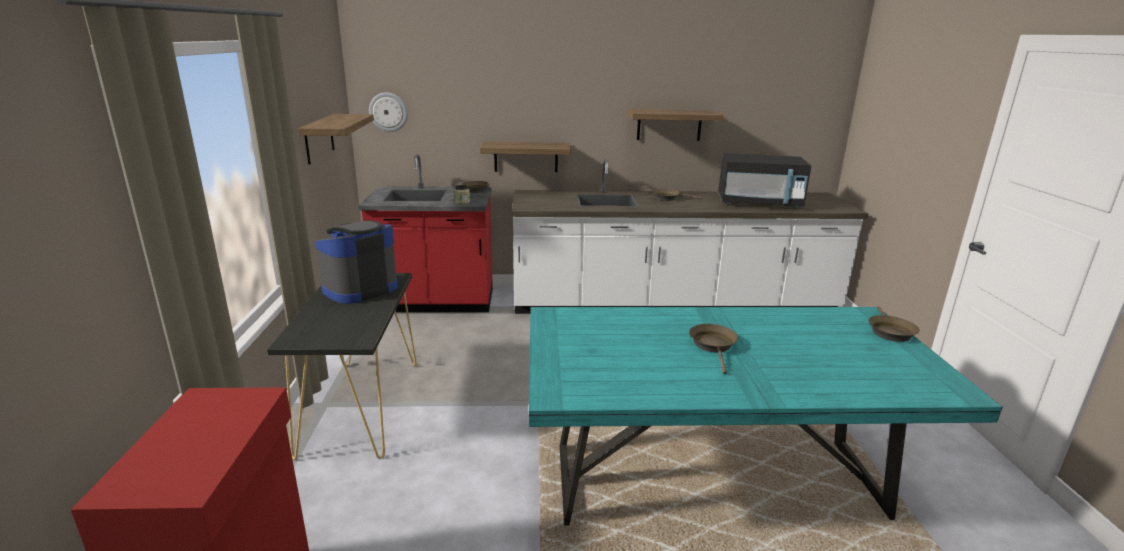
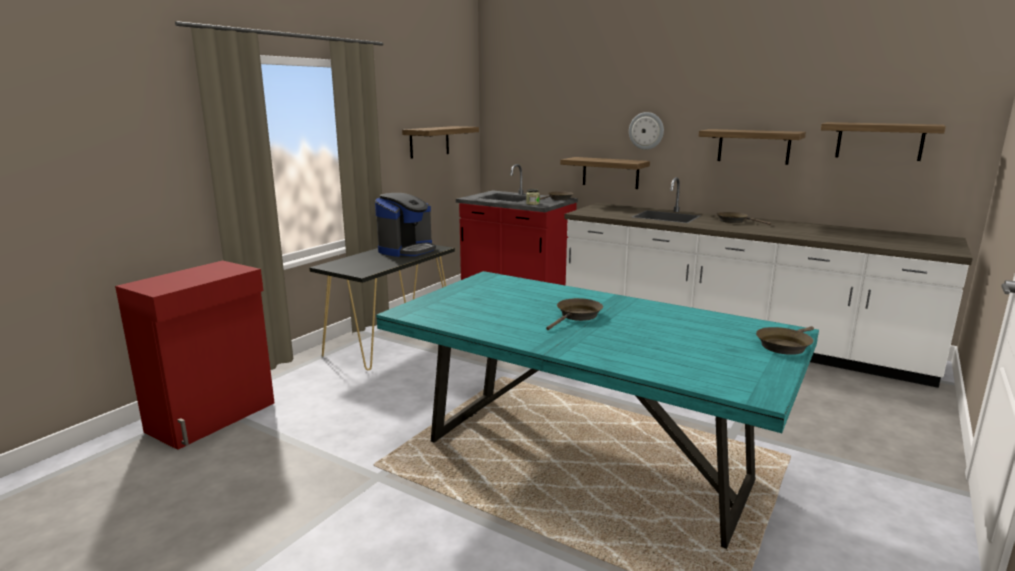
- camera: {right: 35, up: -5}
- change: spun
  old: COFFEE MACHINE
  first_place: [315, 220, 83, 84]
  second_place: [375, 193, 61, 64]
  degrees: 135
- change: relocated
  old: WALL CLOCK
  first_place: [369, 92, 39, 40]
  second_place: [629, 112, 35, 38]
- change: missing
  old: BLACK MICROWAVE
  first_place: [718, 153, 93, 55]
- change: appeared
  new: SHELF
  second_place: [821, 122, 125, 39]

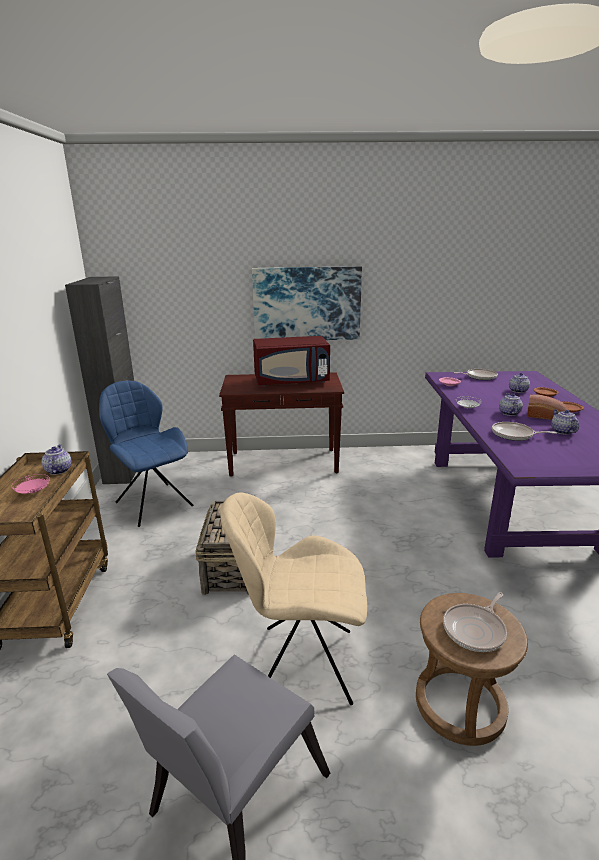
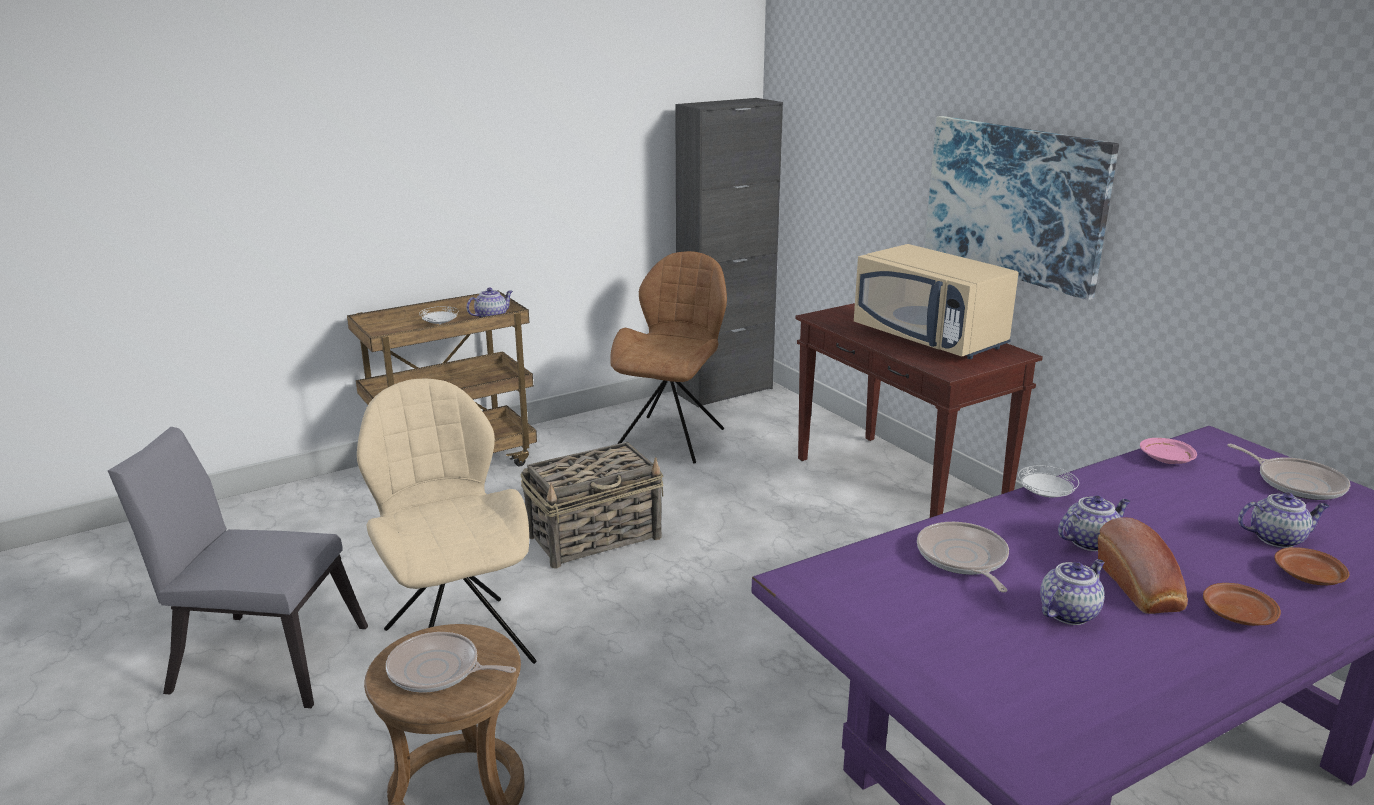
- camera: {right: 60, up: 0}
- change: colour
  old: PINK PLATE
  new: WHITE PLATE
  first_place: [11, 474, 39, 20]
  second_place: [419, 306, 40, 19]
- change: colour
  old: BLUE CHAIR
  new: BROWN CHAIR
  first_place: [99, 381, 94, 146]
  second_place: [610, 251, 117, 212]
- change: colour
  old: RED MICROWAVE
  new: BEIGE MICROWAVE
  first_place: [253, 336, 77, 50]
  second_place: [854, 244, 164, 115]

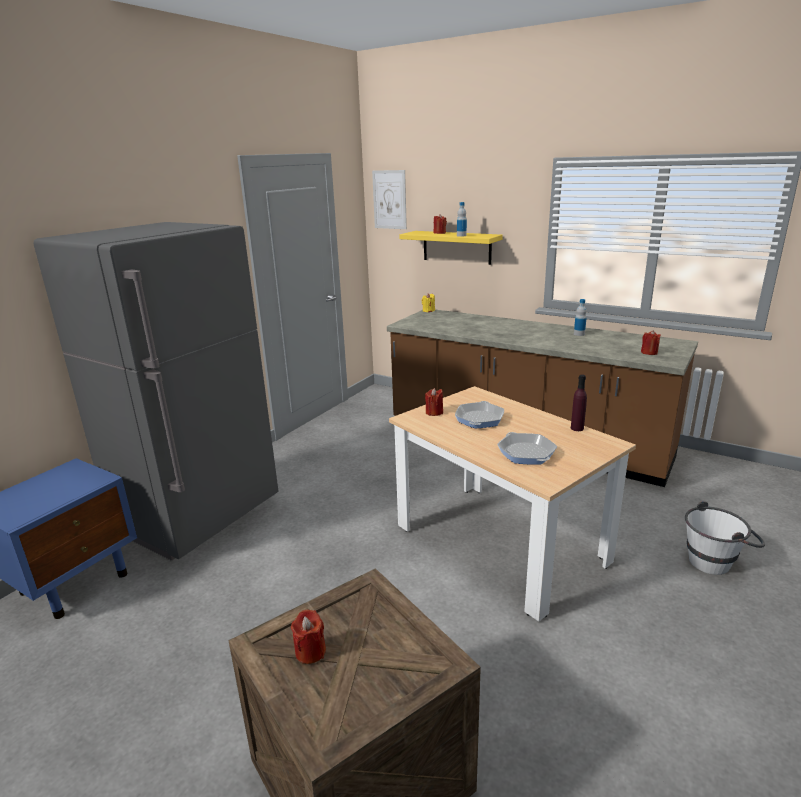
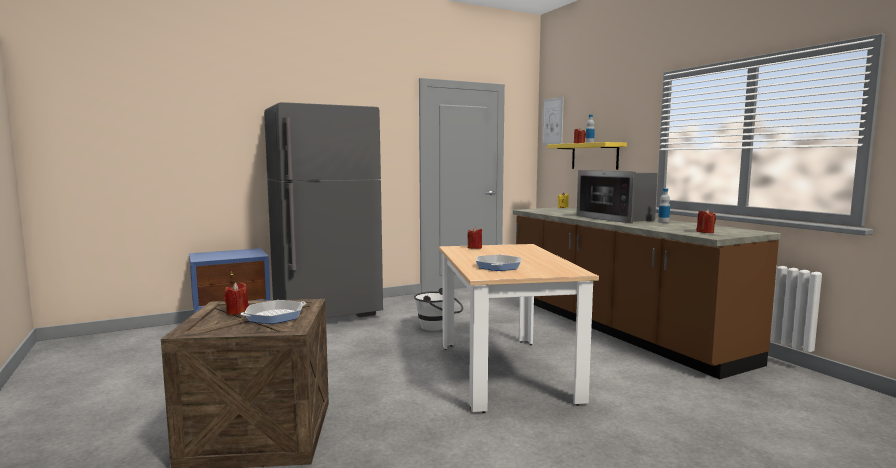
- camera: {right: 30, up: -15}
- change: relocated
  old: FRYING PAN
  first_place: [455, 401, 49, 27]
  second_place: [241, 300, 65, 24]
- change: missing
  old: PURPLE BOTTLE
  first_place: [571, 375, 16, 56]
- change: relocated
  old: WHITE BUCKET
  first_place: [685, 501, 80, 74]
  second_place: [414, 288, 49, 43]
- change: appeared
  new: MICROWAVE
  second_place: [577, 170, 81, 53]

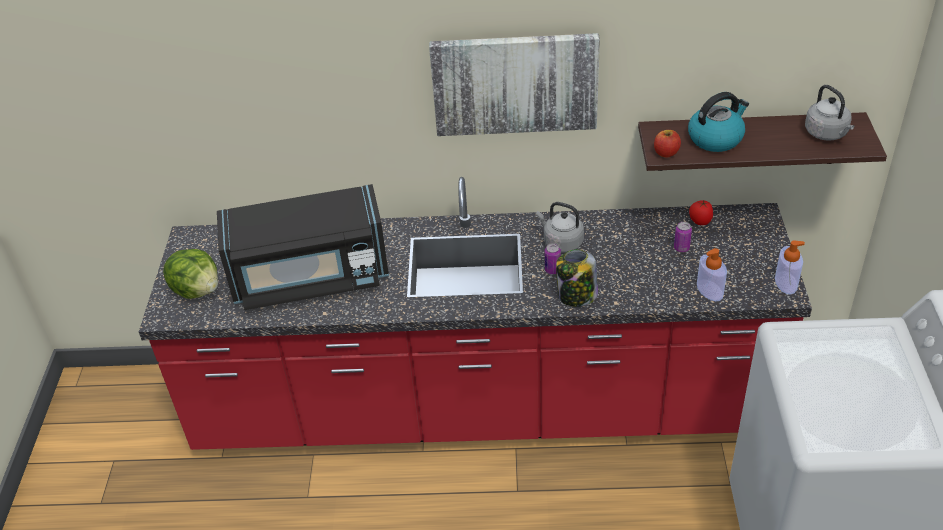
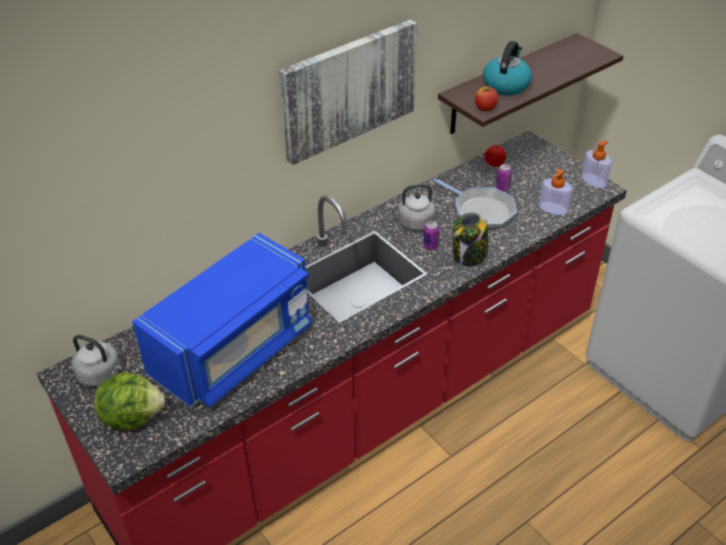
- camera: {right: -40, up: 0}
- change: colour
  old: BLACK MICROWAVE
  new: BLUE MICROWAVE
  first_place: [217, 184, 172, 126]
  second_place: [132, 233, 180, 175]
- change: relocated
  old: GREY KETTLE
  first_place: [805, 85, 49, 56]
  second_place: [72, 335, 51, 51]
- change: appeared
  new: FRYING PAN
  second_place: [433, 178, 84, 50]

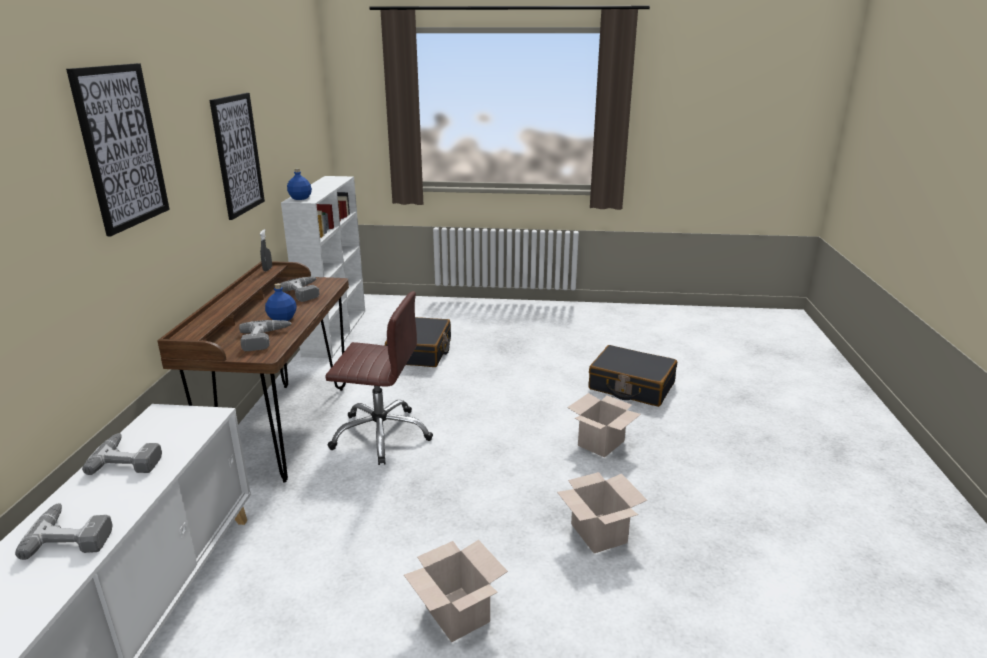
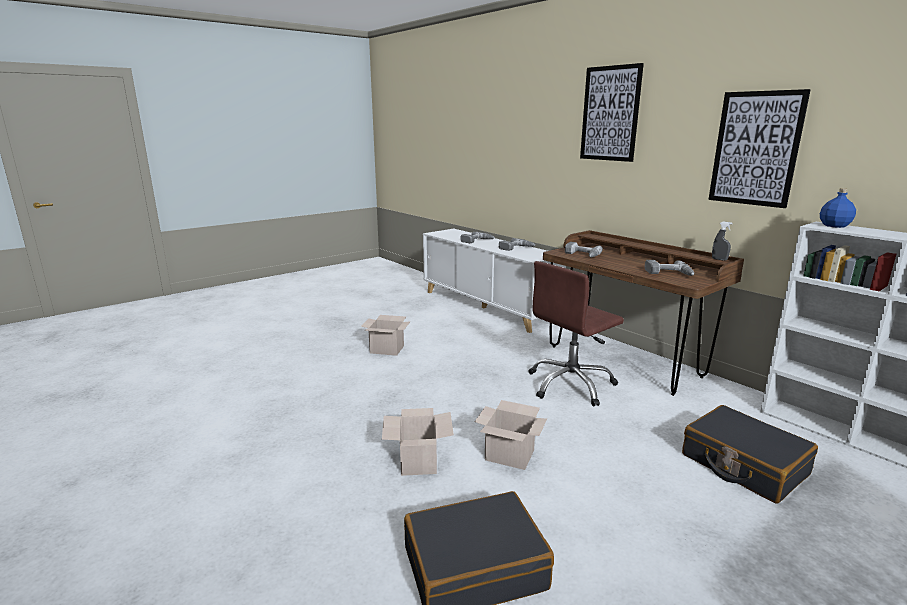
- camera: {right: 135, up: -5}
- change: missing
  old: BLUE BOTTLE
  first_place: [265, 283, 32, 38]
- change: relocated
  old: CARDBOARD BOX
  first_place: [557, 472, 90, 81]
  second_place: [475, 400, 72, 70]

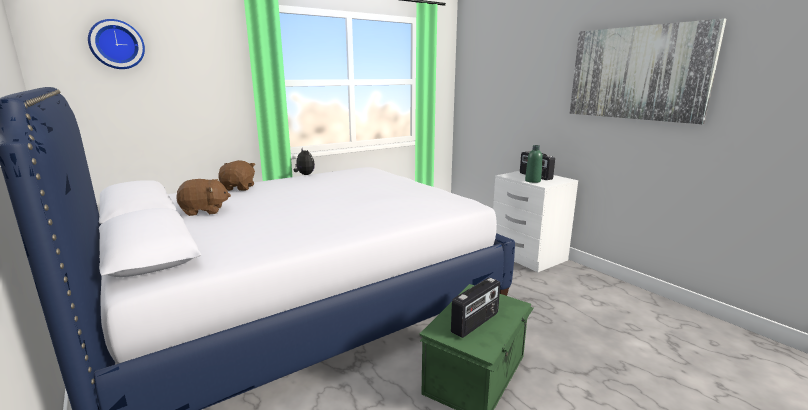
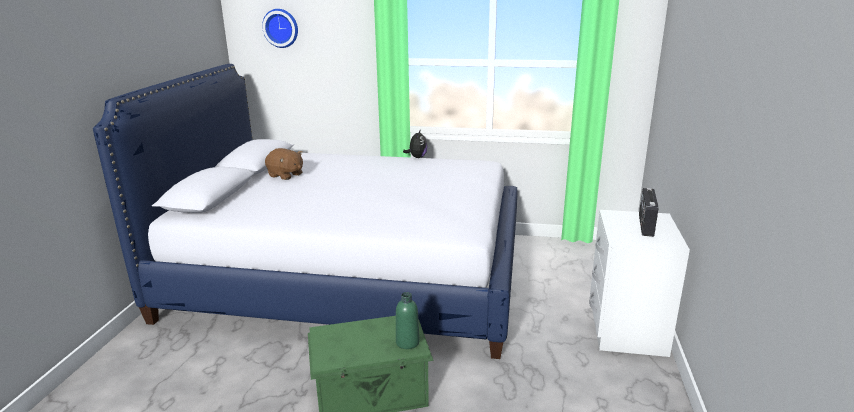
- camera: {right: 45, up: 5}
- change: missing
  old: BROWN PLUSH TOY
  first_place: [219, 160, 37, 31]
- change: missing
  old: RADIO
  first_place: [451, 277, 49, 61]
- change: relocated
  old: GREEN BOTTLE
  first_place: [525, 145, 18, 38]
  second_place: [396, 292, 24, 57]
- change: missing
  old: PICTURE
  first_place: [570, 18, 156, 106]

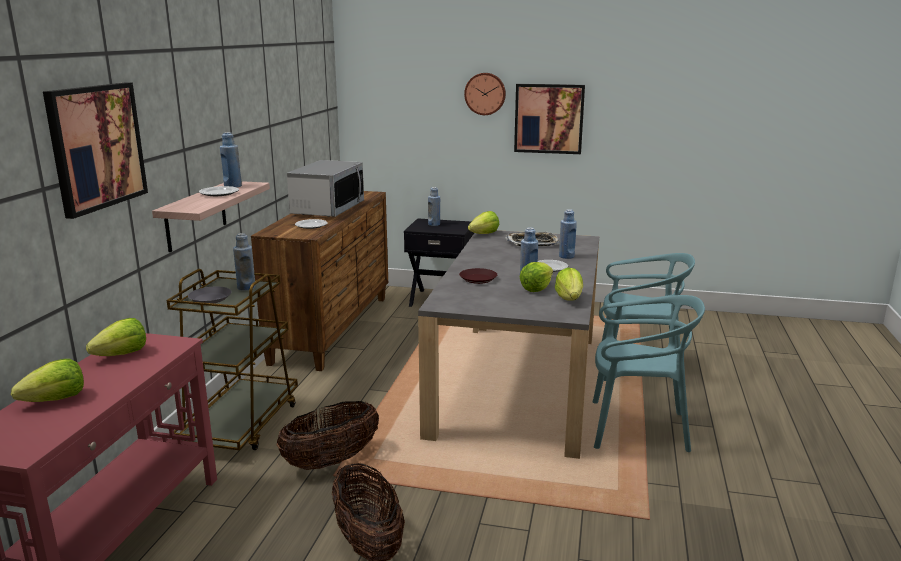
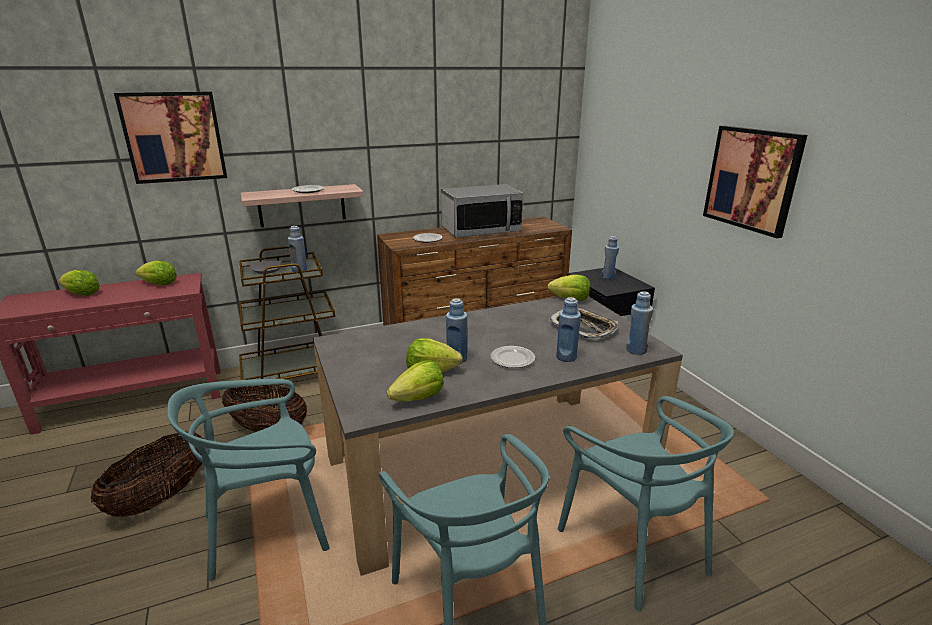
- camera: {right: 55, up: 5}
- change: relocated
  old: BLUE BOTTLE
  first_place: [220, 132, 22, 55]
  second_place: [626, 291, 27, 64]
- change: missing
  old: BROWN PLATE
  first_place: [459, 268, 38, 16]
- change: missing
  old: WALL CLOCK
  first_place: [464, 73, 42, 42]
- change: appeared
  new: TURQUOISE CHAIR
  second_place: [167, 379, 163, 202]

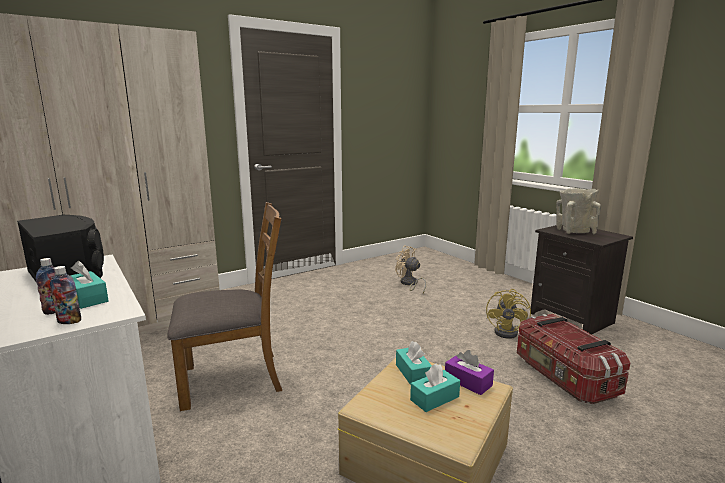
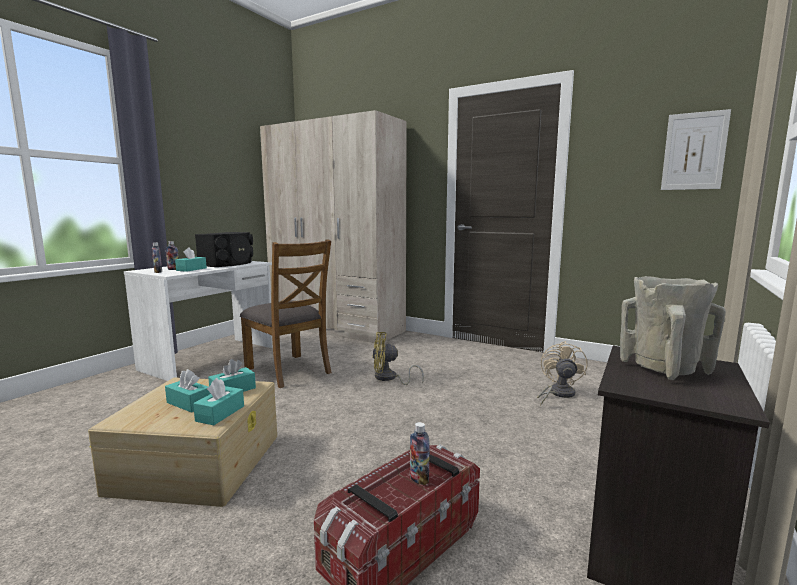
- camera: {right: 65, up: -5}
- change: colour
  old: PURPLE TISSUE BOX
  new: TURQUOISE TISSUE BOX
  first_place: [445, 350, 49, 45]
  second_place: [193, 378, 51, 47]
- change: relocated
  old: YELLOW FAN
  first_place: [486, 289, 45, 50]
  second_place: [372, 332, 52, 53]
- change: appeared
  new: BOTTLE
  second_place: [410, 422, 20, 63]
- change: appeared
  new: PICTURE
  second_place: [661, 109, 70, 81]

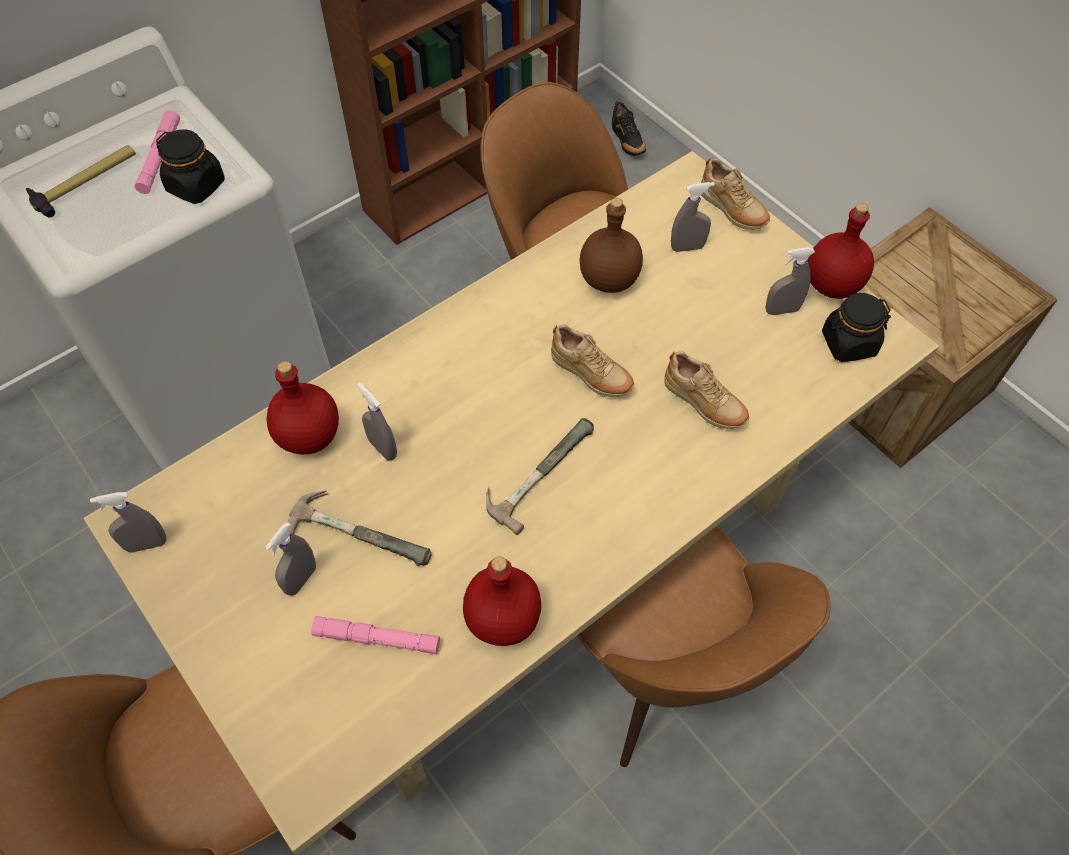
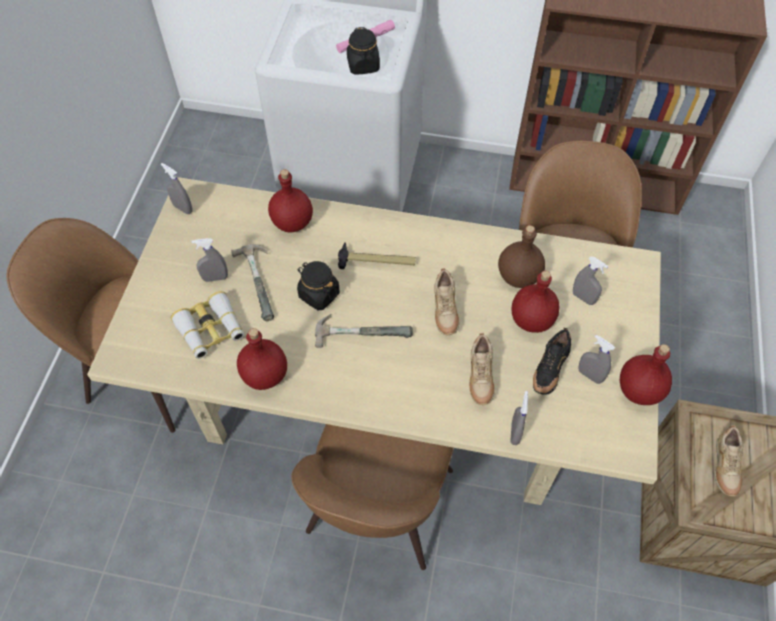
- camera: {right: 50, up: 0}
- change: relocated
  old: HAMMER
  first_place: [26, 145, 110, 73]
  second_place: [338, 242, 78, 27]
- change: exchanged
  old: PINK FLASHLIGHT
  new: BINOCULARS
  first_place: [311, 616, 129, 38]
  second_place: [171, 291, 73, 68]
- change: relocated
  old: GREY SPRAY BOTTLE
  first_place: [357, 382, 40, 78]
  second_place: [510, 391, 18, 54]
- change: relocated
  old: BLACK SHOE
  first_place: [612, 101, 34, 55]
  second_place: [533, 328, 38, 67]
- change: relocated
  old: BEIGE SHOE
  first_place: [701, 158, 69, 72]
  second_place: [714, 425, 30, 72]
- change: relocated
  old: BLACK JAR
  first_place: [822, 293, 69, 69]
  second_place: [297, 261, 43, 49]
- change: appeared
  new: RED BOTTLE
  second_place: [512, 271, 48, 62]

